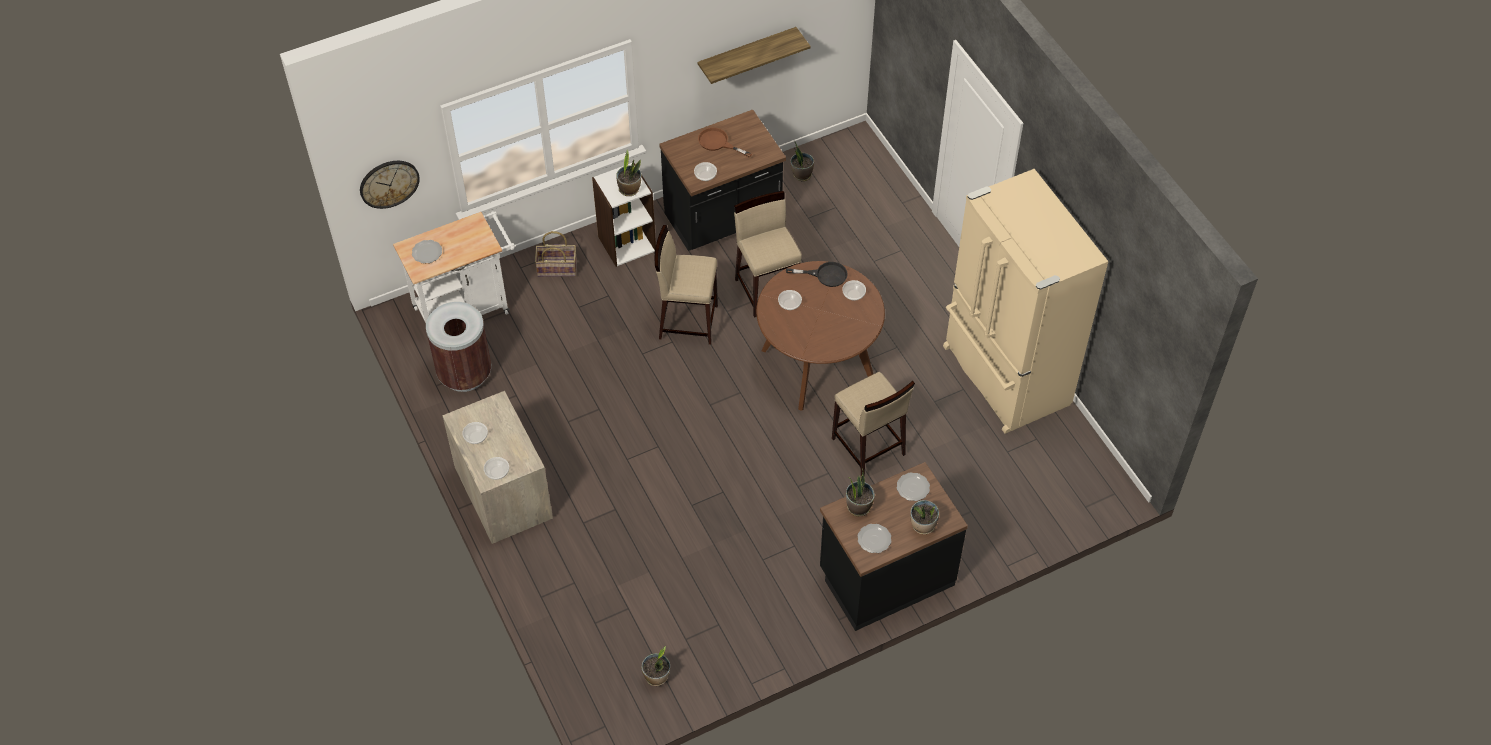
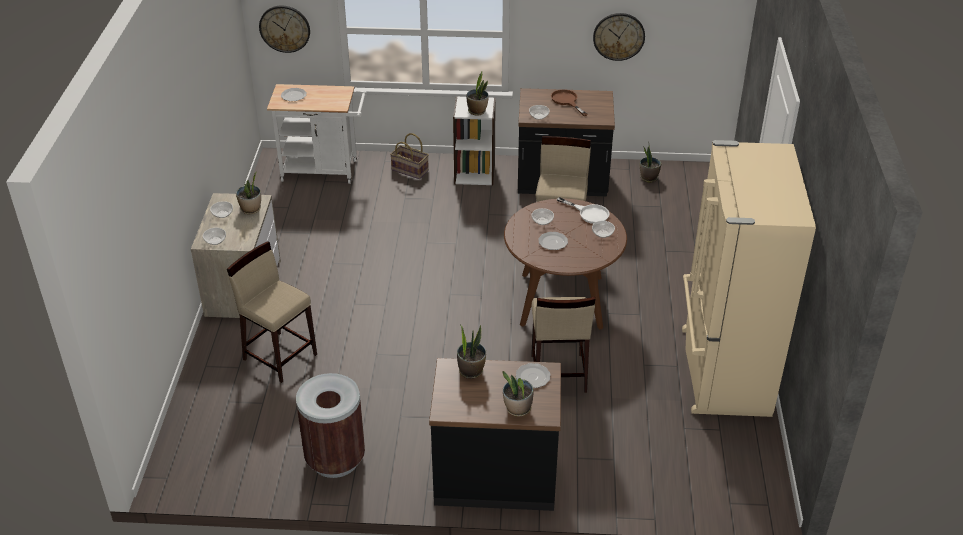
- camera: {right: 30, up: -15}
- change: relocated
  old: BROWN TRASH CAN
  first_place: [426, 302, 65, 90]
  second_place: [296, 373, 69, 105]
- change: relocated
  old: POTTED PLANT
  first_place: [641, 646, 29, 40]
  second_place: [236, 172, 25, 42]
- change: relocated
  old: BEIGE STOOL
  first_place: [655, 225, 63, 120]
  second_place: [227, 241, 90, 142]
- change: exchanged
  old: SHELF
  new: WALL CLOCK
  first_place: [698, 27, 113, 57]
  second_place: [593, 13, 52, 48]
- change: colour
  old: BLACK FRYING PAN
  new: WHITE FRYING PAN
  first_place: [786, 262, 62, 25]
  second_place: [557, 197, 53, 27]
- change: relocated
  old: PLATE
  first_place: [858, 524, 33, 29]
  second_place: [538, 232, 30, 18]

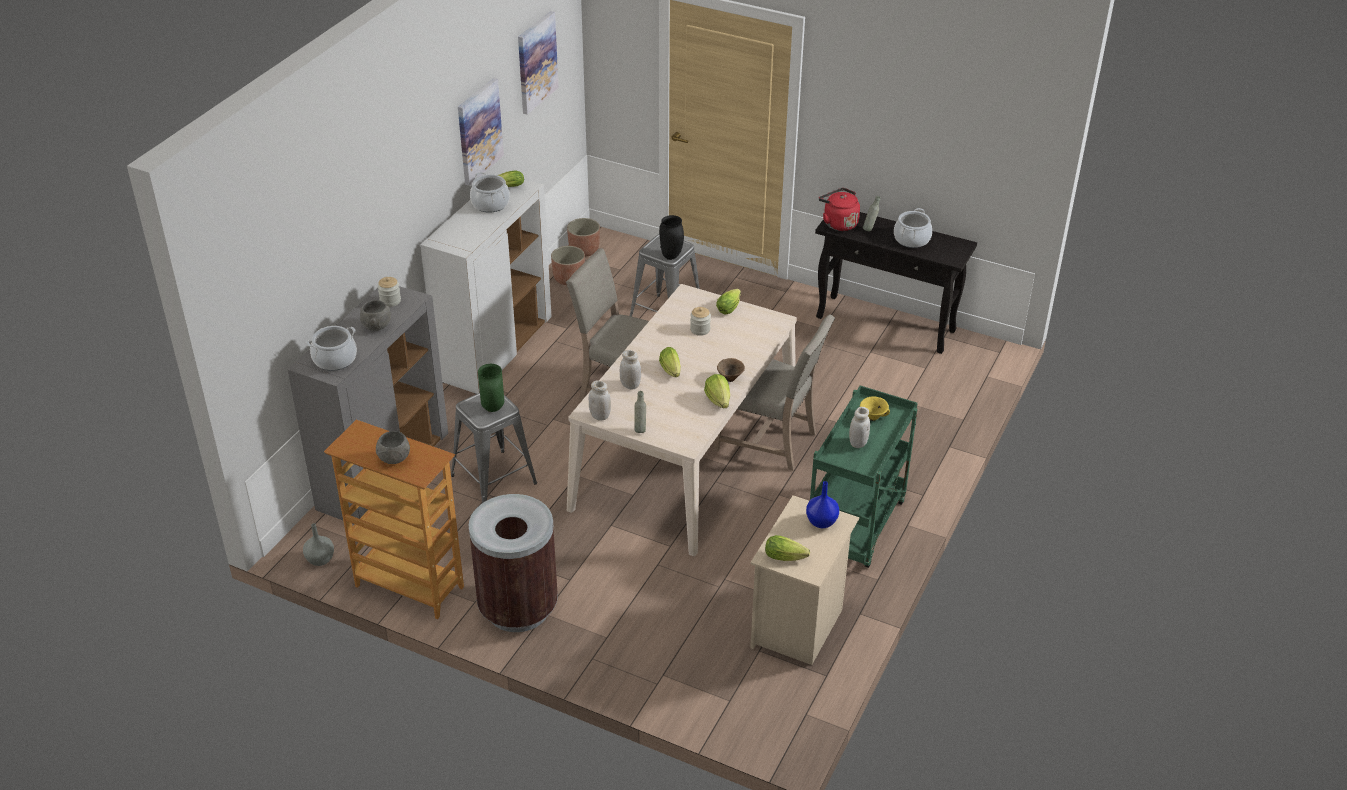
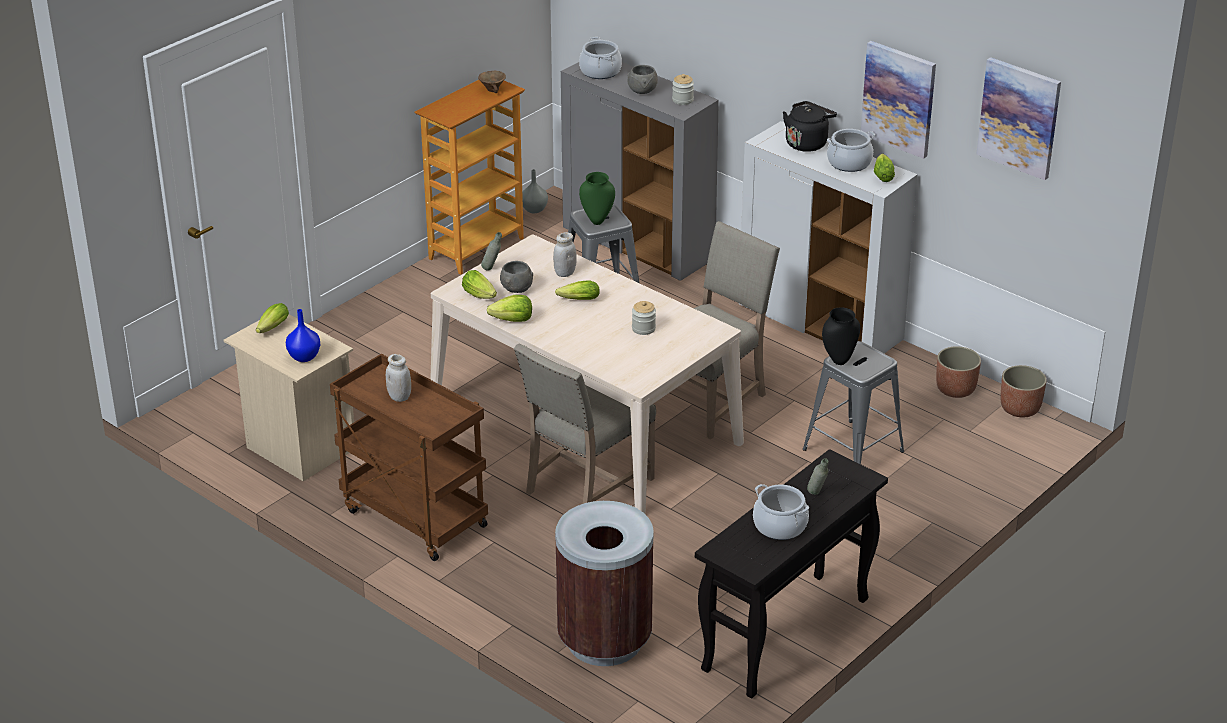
- camera: {right: 105, up: -5}
- change: relocated
  old: GREY BOWL
  first_place: [376, 431, 34, 33]
  second_place: [500, 261, 33, 32]
- change: relocated
  old: BROWN TRASH CAN
  first_place: [468, 494, 90, 138]
  second_place: [555, 501, 99, 165]
- change: missing
  old: WHITE JAR
  first_place: [589, 380, 22, 41]
- change: relocated
  old: LETTUCE
  first_place: [716, 289, 25, 25]
  second_place: [462, 270, 35, 29]
- change: relocated
  old: BROWN BOWL
  first_place: [717, 358, 28, 24]
  second_place: [478, 71, 28, 22]
- change: colour
  old: GREEN CART
  new: BROWN CART
  first_place: [810, 386, 108, 182]
  second_place: [330, 354, 158, 207]
- change: missing
  old: RED KETTLE
  first_place: [819, 188, 41, 43]
- change: missing
  old: YELLOW BOWL
  first_place: [860, 396, 30, 25]
- change: appeared
  new: BLACK KETTLE
  second_place: [783, 101, 54, 51]

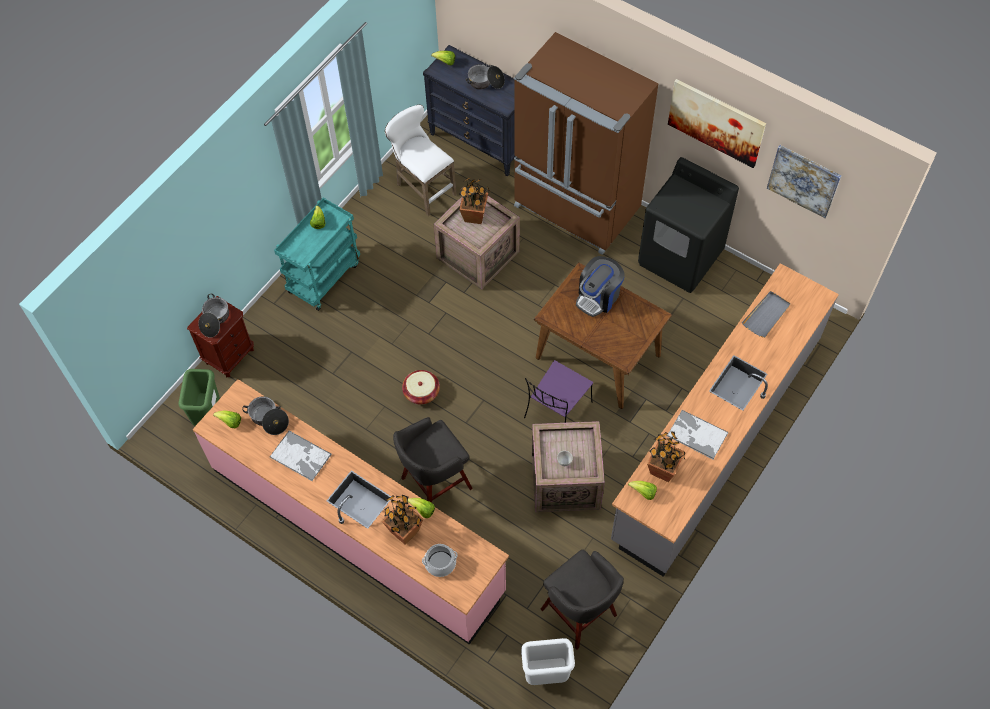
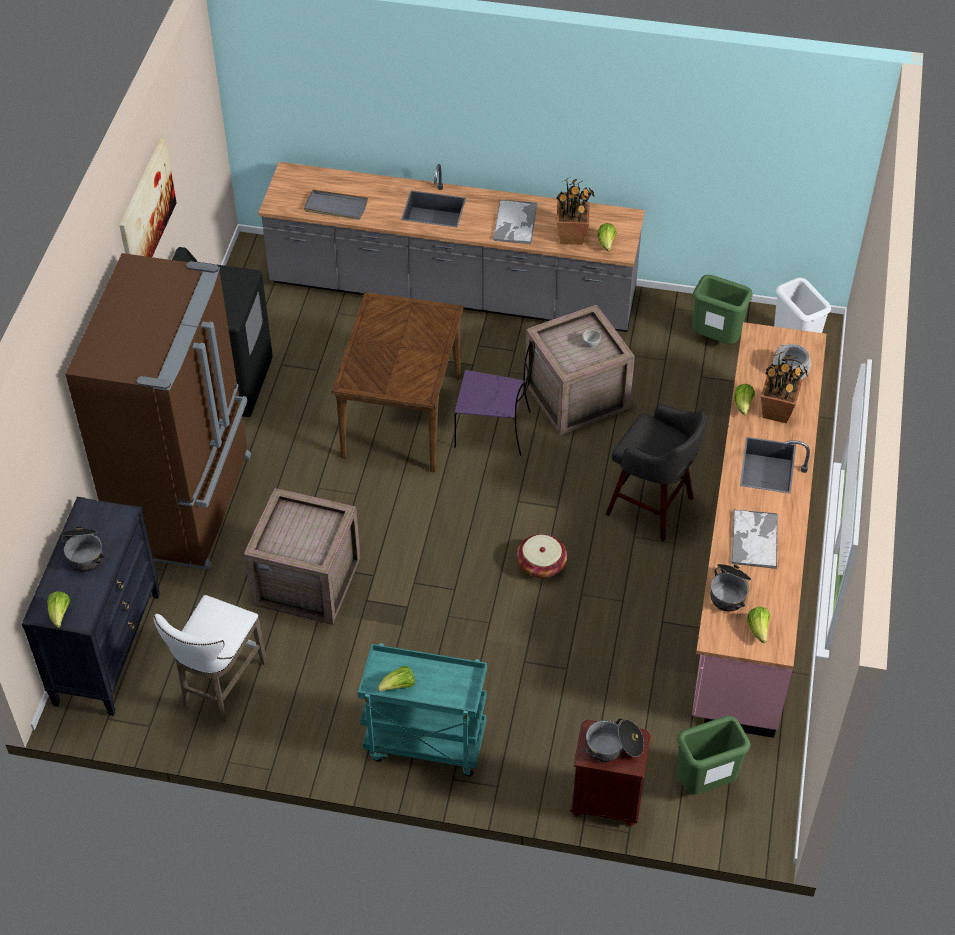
- camera: {right: -115, up: -10}
- change: missing
  old: POTTED PLANT
  first_place: [459, 178, 30, 46]
- change: exchanged
  old: GREY STOOL
  new: GREEN TRASH CAN
  first_place: [541, 549, 83, 100]
  second_place: [693, 275, 60, 69]
- change: missing
  old: COFFEE MACHINE
  first_place: [576, 256, 49, 61]
- change: missing
  old: PICTURE
  first_place: [767, 145, 75, 73]

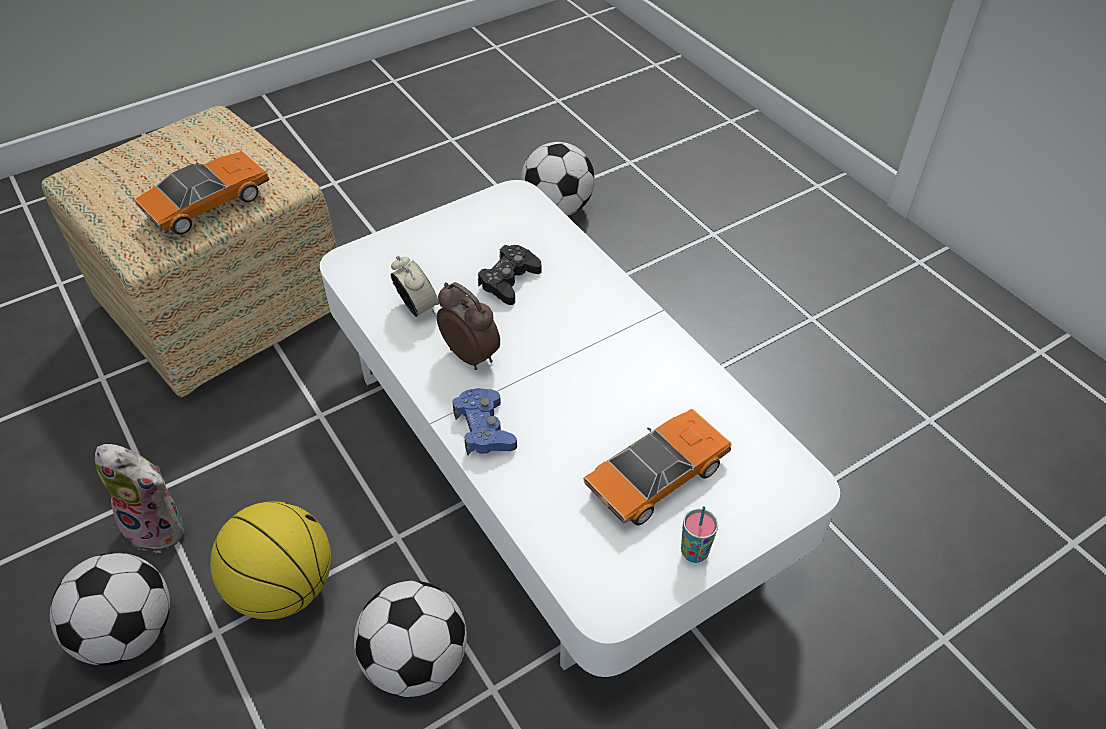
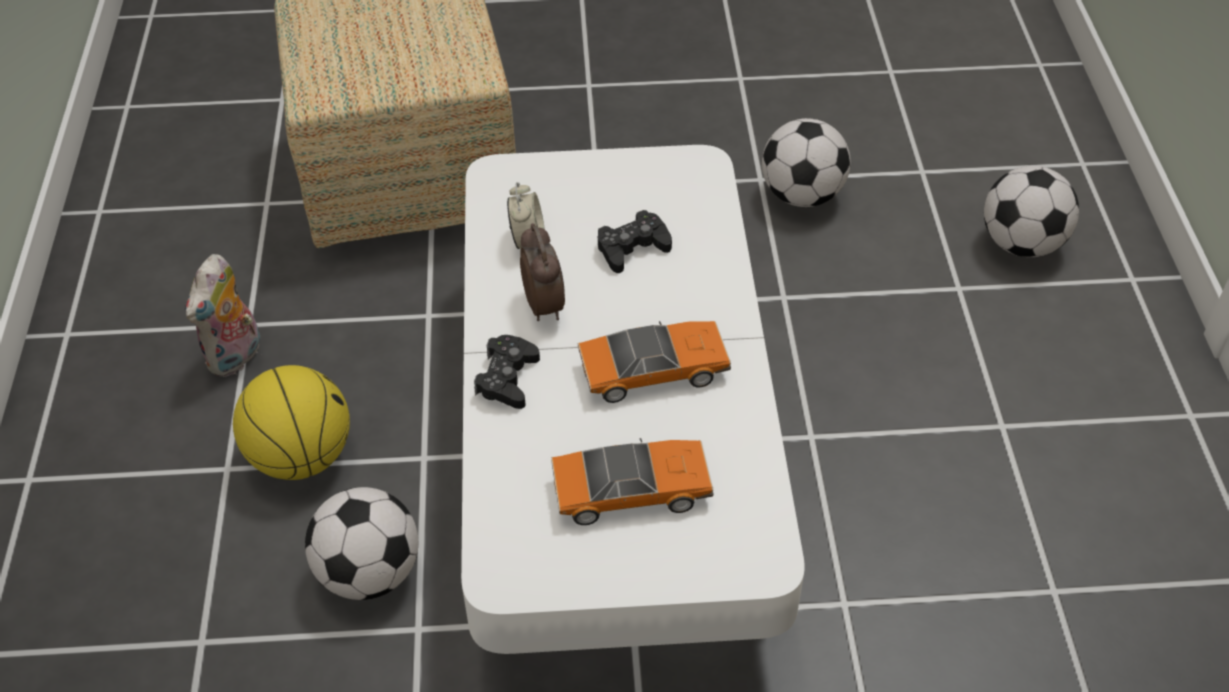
- camera: {right: 30, up: 0}
- change: relocated
  old: FOOTBALL
  first_place: [50, 553, 120, 113]
  second_place: [984, 166, 95, 91]
- change: spun
  old: PLUSH TOY
  first_place: [95, 444, 90, 109]
  second_place: [185, 254, 77, 123]
  degrees: 60
- change: relocated
  old: TOY CAR
  first_place: [134, 151, 135, 84]
  second_place: [578, 321, 153, 82]
- change: colour
  old: BLUE GAME CONTROLLER
  new: BLACK GAME CONTROLLER
  first_place: [453, 388, 64, 67]
  second_place: [474, 335, 66, 74]
- change: missing
  old: CUP
  first_place: [681, 506, 37, 57]

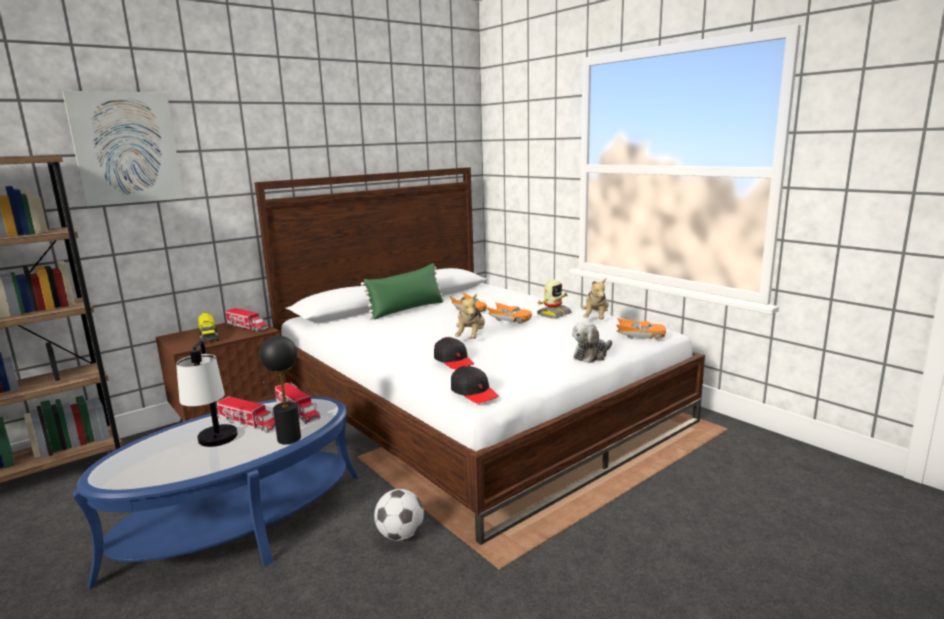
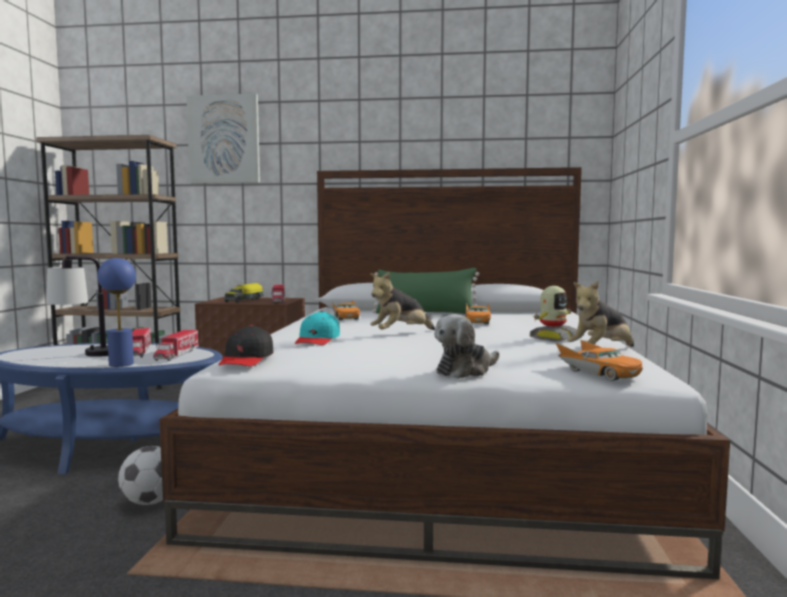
- camera: {right: 45, up: -10}
- change: colour
  old: BLACK TABLE LAMP
  new: BLUE TABLE LAMP
  first_place: [260, 336, 41, 108]
  second_place: [97, 258, 39, 109]
- change: colour
  old: BLACK CAP
  new: TURQUOISE CAP
  first_place: [434, 337, 40, 32]
  second_place: [295, 311, 45, 34]
- change: relocated
  old: ORANGE TOY CAR
  first_place: [487, 302, 45, 22]
  second_place: [332, 300, 28, 20]
- change: spun
  old: TOY ROBOT
  first_place: [536, 279, 36, 40]
  second_place: [529, 286, 48, 55]
  degrees: -45
- change: spun
  old: PLUSH TOY
  first_place: [572, 322, 40, 41]
  second_place: [434, 314, 65, 64]
  degrees: -45

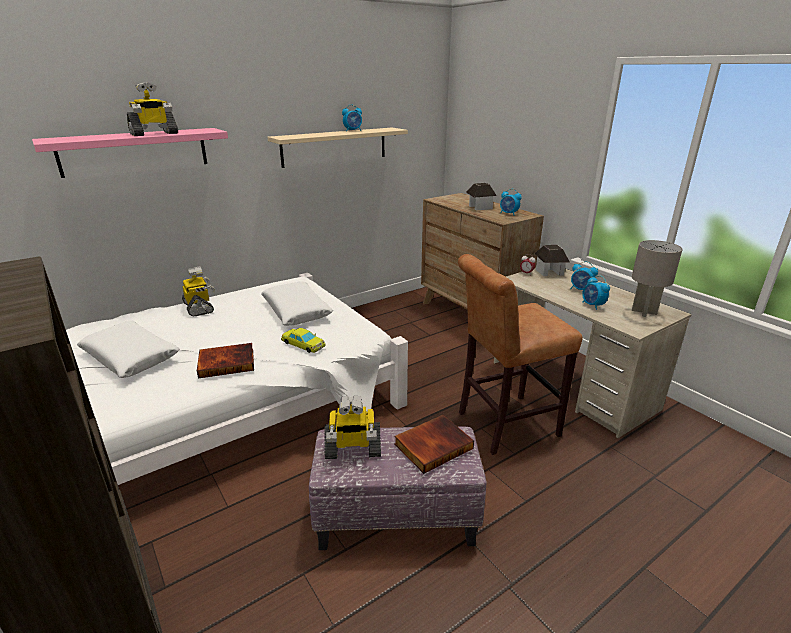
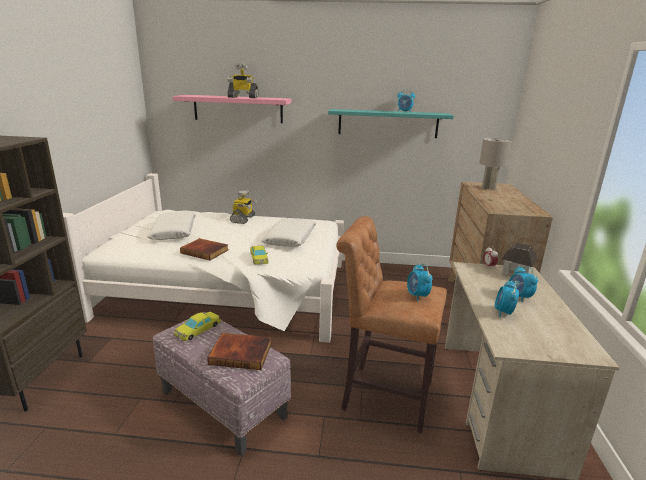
- camera: {right: 40, up: -5}
- change: colour
  old: BEIGE SHELF
  new: TURQUOISE SHELF
  first_place: [268, 128, 140, 40]
  second_place: [328, 109, 126, 29]
- change: exchanged
  old: TOY ROBOT
  new: YELLOW TOY CAR
  first_place: [325, 395, 56, 64]
  second_place: [174, 312, 47, 29]
- change: missing
  old: TOY HOUSE
  first_place: [466, 183, 31, 27]
- change: relocated
  old: ALARM CLOCK
  first_place: [500, 189, 22, 27]
  second_place: [407, 264, 26, 37]
- change: relocated
  old: GREY TABLE LAMP
  first_place: [632, 240, 50, 77]
  second_place: [479, 138, 32, 52]

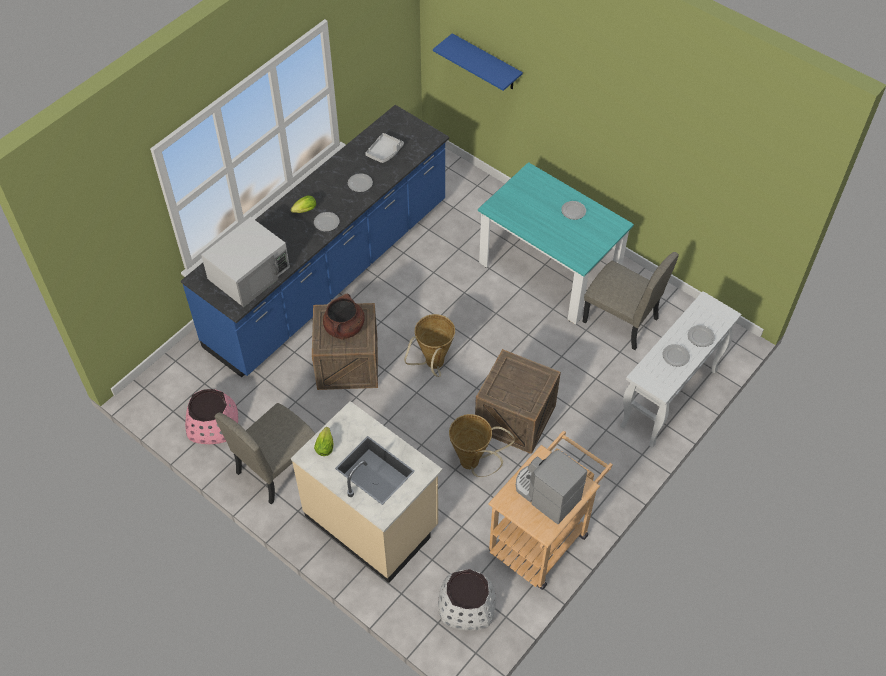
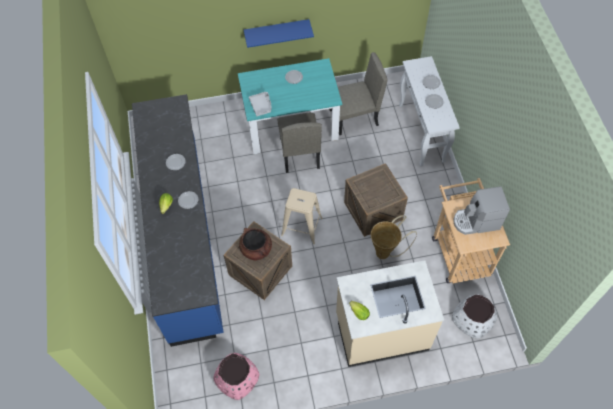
- camera: {right: -50, up: 5}
- change: missing
  old: WHITE MICROWAVE
  first_place: [201, 217, 89, 90]
- change: relocated
  old: BEIGE CHAIR
  first_place: [215, 403, 101, 101]
  second_place: [277, 113, 45, 60]
- change: relocated
  old: GREY TRAY
  first_place: [365, 133, 39, 30]
  second_place: [249, 92, 22, 24]
- change: exchanged
  old: BASKET
  new: BEIGE STOOL
  first_place: [404, 314, 51, 63]
  second_place: [281, 188, 42, 56]
- change: relocated
  old: BLUE SHELF
  first_place: [433, 33, 90, 58]
  second_place: [244, 19, 70, 29]

